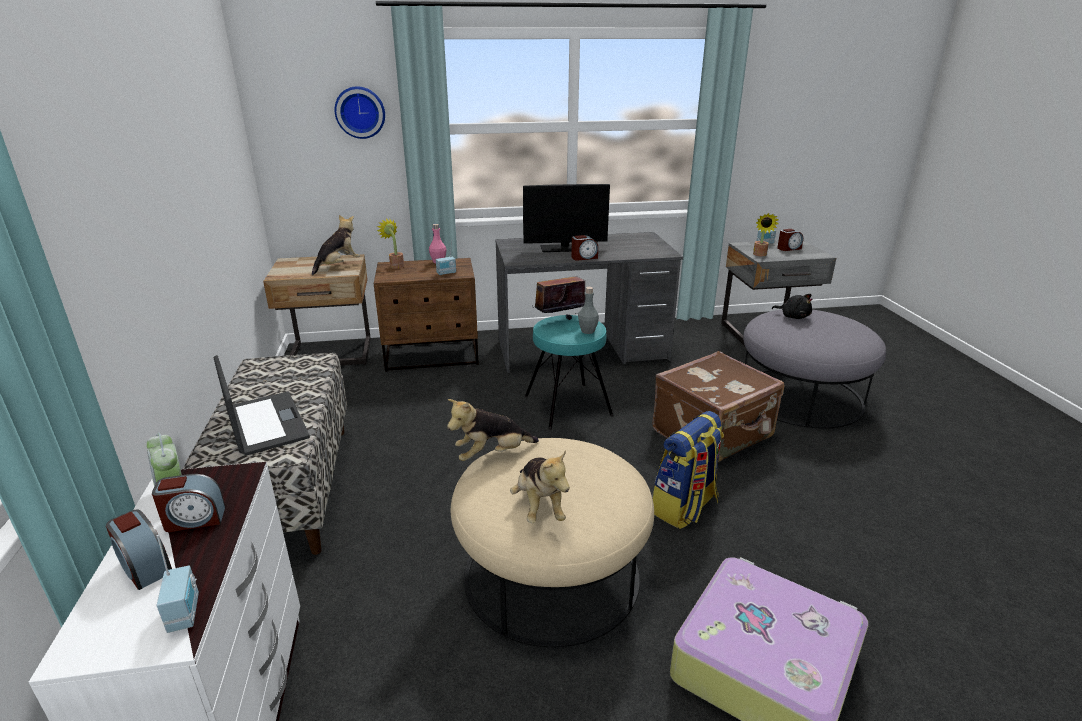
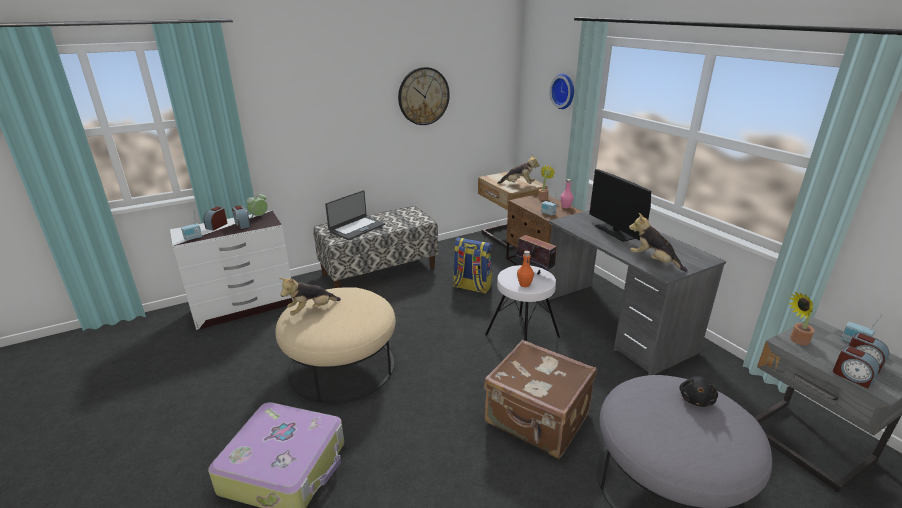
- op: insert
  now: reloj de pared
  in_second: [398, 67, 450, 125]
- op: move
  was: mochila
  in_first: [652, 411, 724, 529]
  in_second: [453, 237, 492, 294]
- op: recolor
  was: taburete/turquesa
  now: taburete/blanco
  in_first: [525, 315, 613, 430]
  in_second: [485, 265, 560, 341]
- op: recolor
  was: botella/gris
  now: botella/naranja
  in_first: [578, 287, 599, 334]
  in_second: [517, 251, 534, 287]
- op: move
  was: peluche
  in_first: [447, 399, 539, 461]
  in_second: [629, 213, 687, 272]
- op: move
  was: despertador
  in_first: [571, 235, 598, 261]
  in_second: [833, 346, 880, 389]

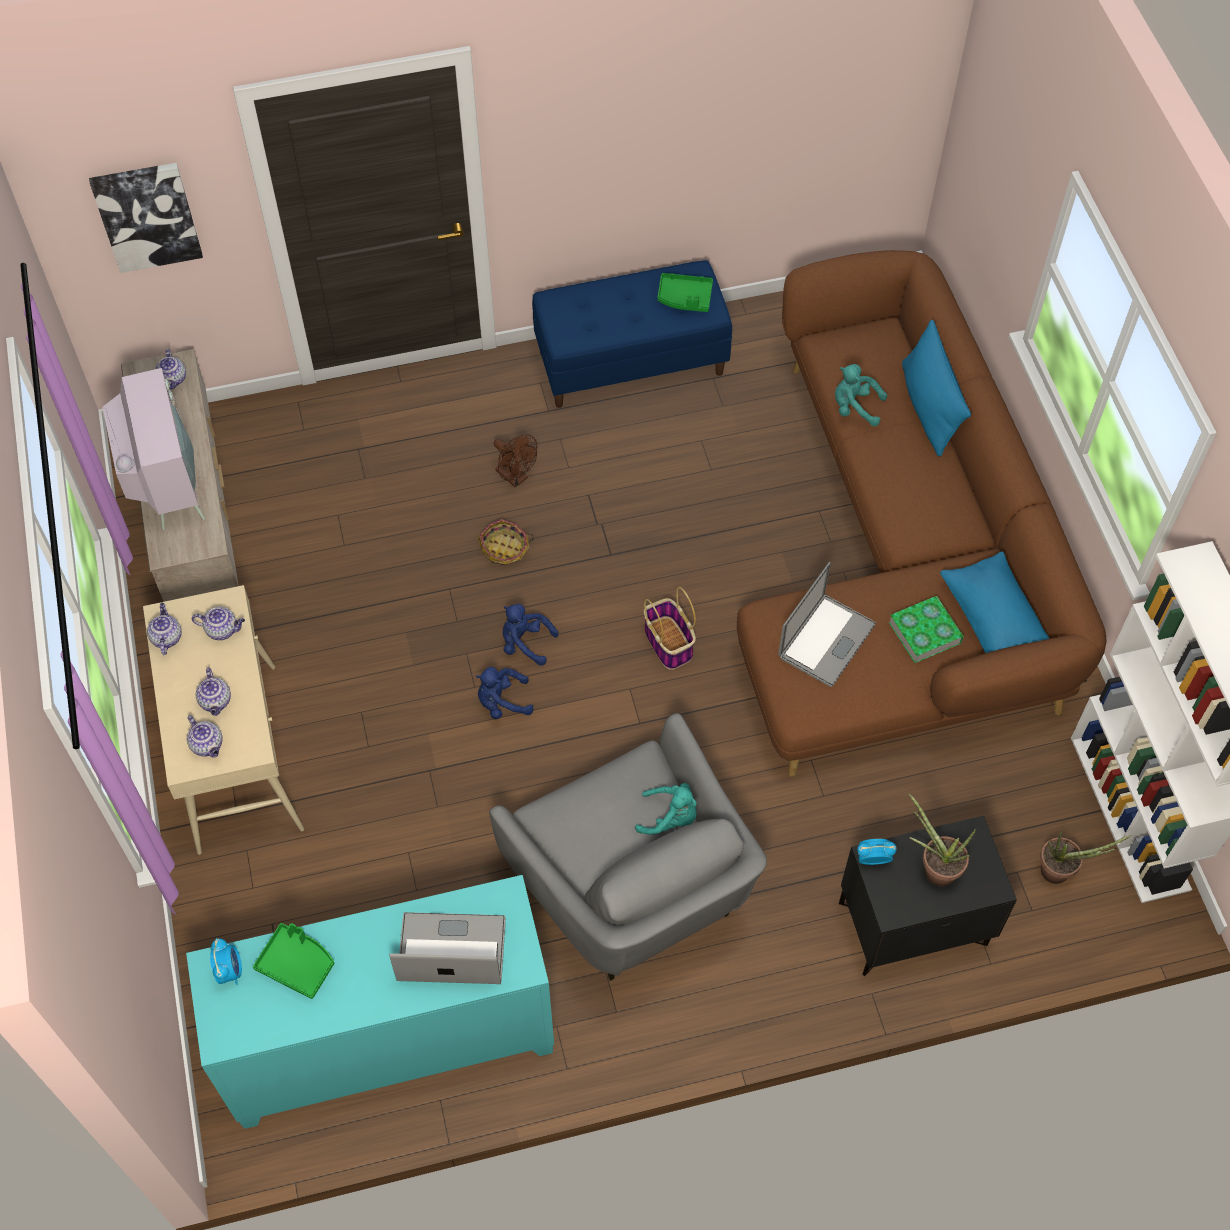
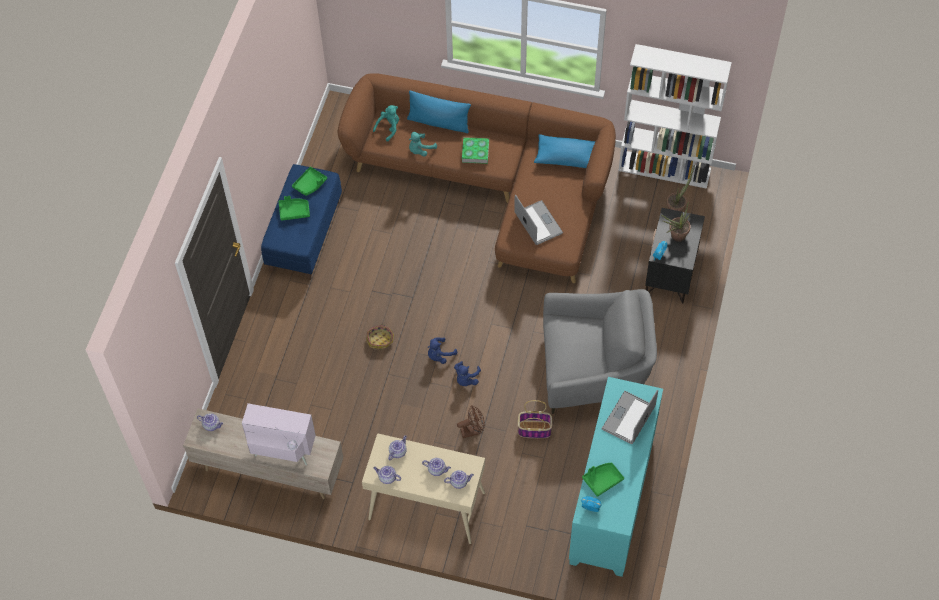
- op: insert
  now: bandeja/verde
  in_second: [278, 196, 310, 221]
- op: move
  was: peluche/turquesa
  in_first: [635, 783, 697, 835]
  in_second: [373, 105, 399, 142]
- op: move
  was: ventilador/marrón
  in_first: [494, 434, 537, 488]
  in_second: [457, 405, 485, 438]
- op: move
  was: libro
  in_first: [889, 596, 964, 663]
  in_second: [462, 137, 489, 164]
- op: move
  was: cesta
  in_first: [644, 587, 696, 670]
  in_second: [518, 400, 552, 438]
- op: delete
  was: cuadro
  in_first: [89, 163, 203, 273]

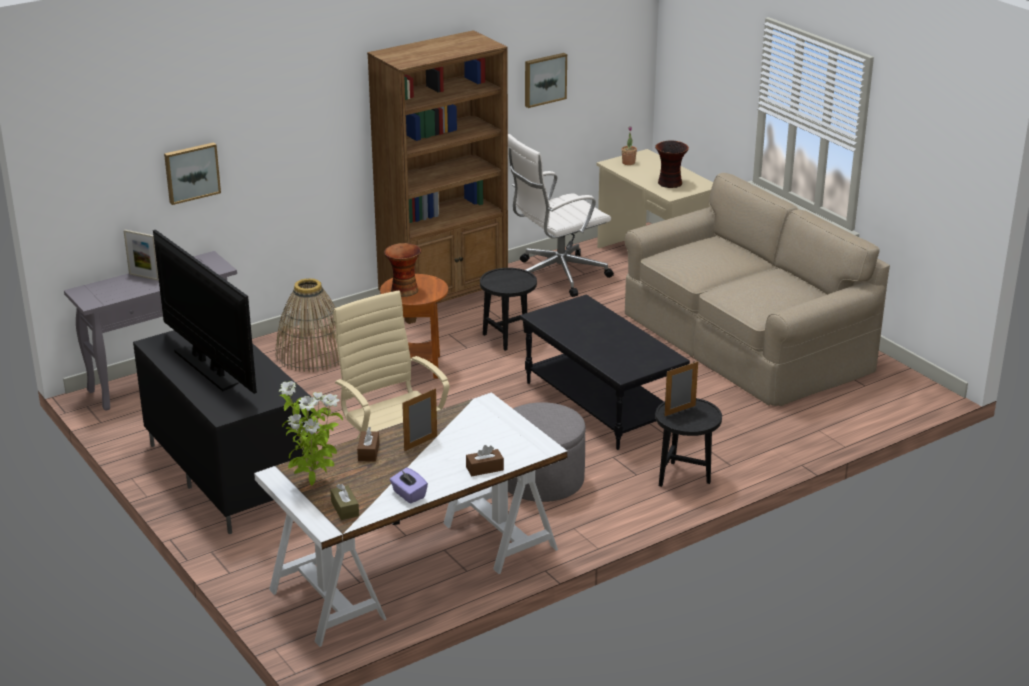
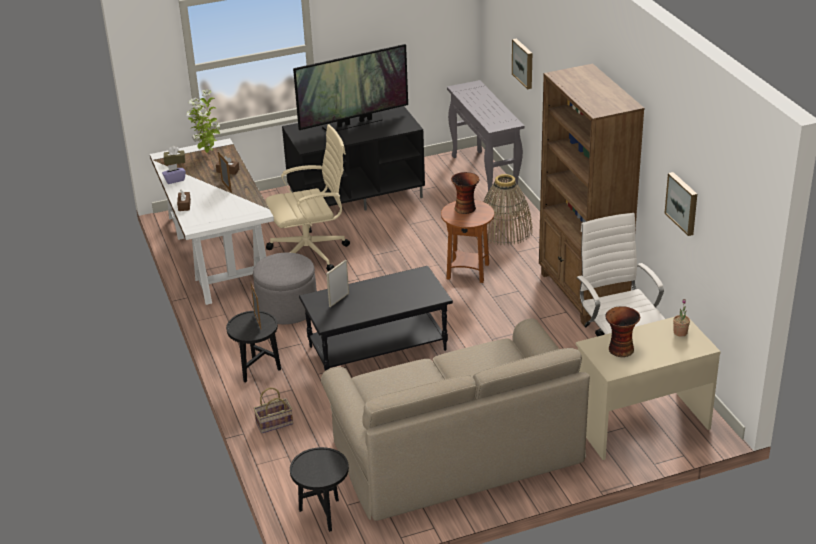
- op: insert
  now: cesta
  in_second: [253, 388, 293, 433]
- op: move
  was: mesa auxiliar/negro
  in_first: [480, 268, 537, 351]
  in_second: [290, 447, 349, 532]
- op: move
  was: portarretratos
  in_first: [123, 230, 159, 281]
  in_second: [326, 260, 349, 307]

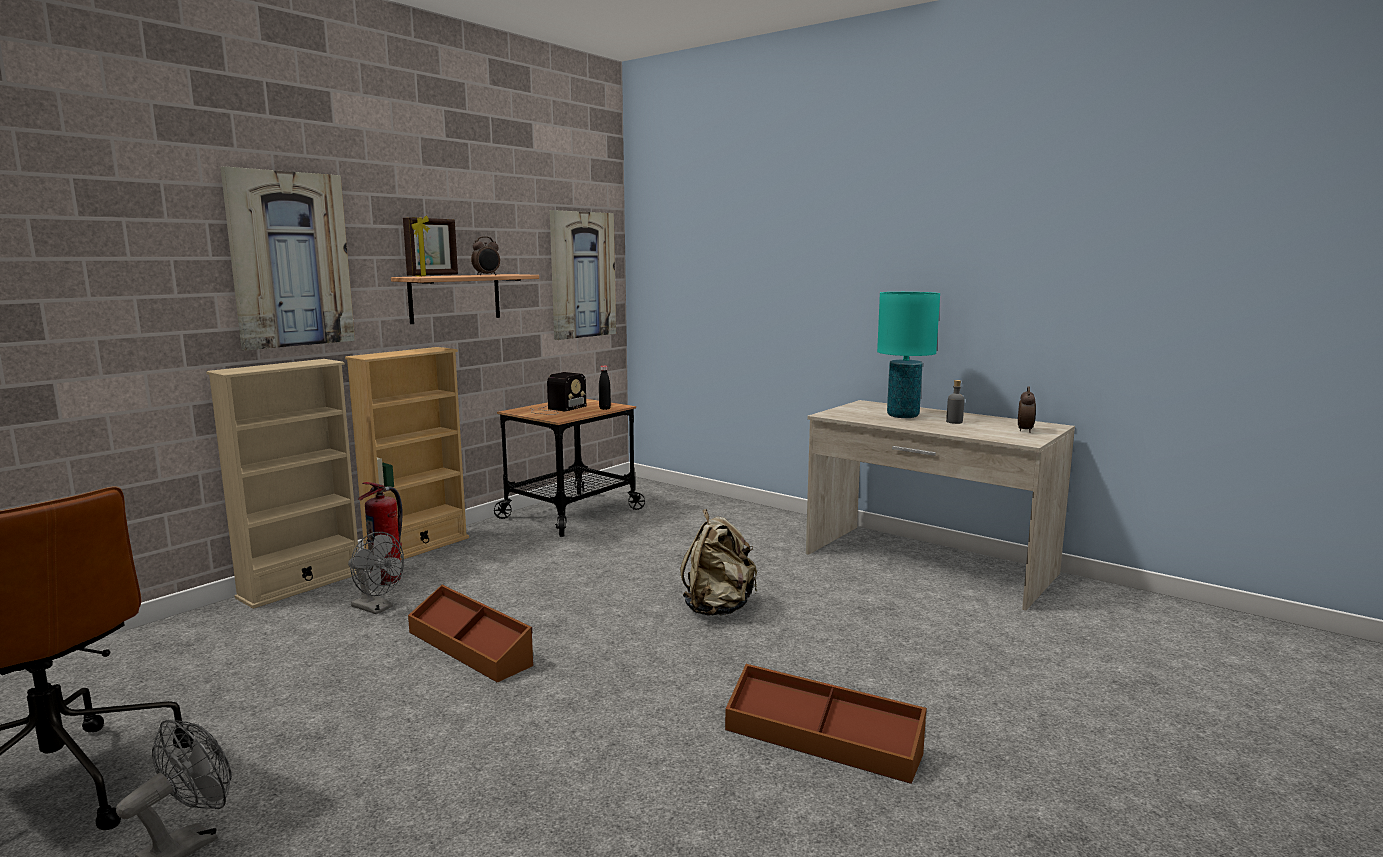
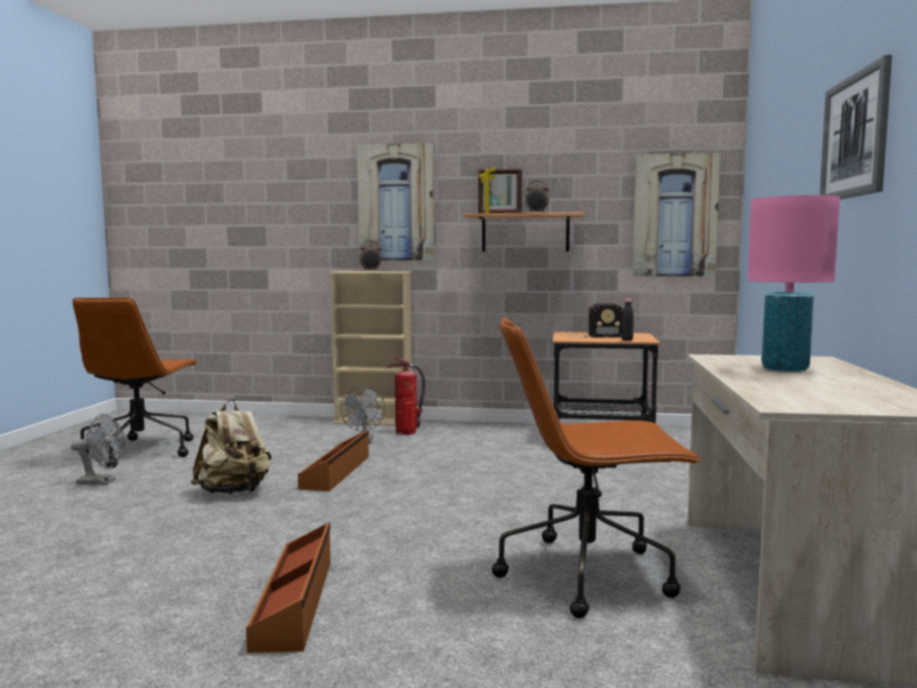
- op: move
  was: mochila/beis
  in_first: [680, 509, 757, 616]
  in_second: [191, 399, 272, 494]
- op: move
  was: despertador
  in_first: [1018, 387, 1036, 433]
  in_second: [360, 241, 382, 271]
- op: insert
  now: silla de oficina/marrón
  in_second: [492, 317, 701, 618]
- op: recolor
  was: lámpara de mesa/turquesa
  now: lámpara de mesa/rosa
  in_first: [877, 292, 940, 418]
  in_second: [747, 195, 840, 372]
- op: insert
  now: cuadro
  in_second: [820, 55, 892, 200]
- op: delete
  was: estantería/beis
  in_first: [345, 347, 469, 560]
- op: delete
  was: botella/gris
  in_first: [946, 380, 965, 424]

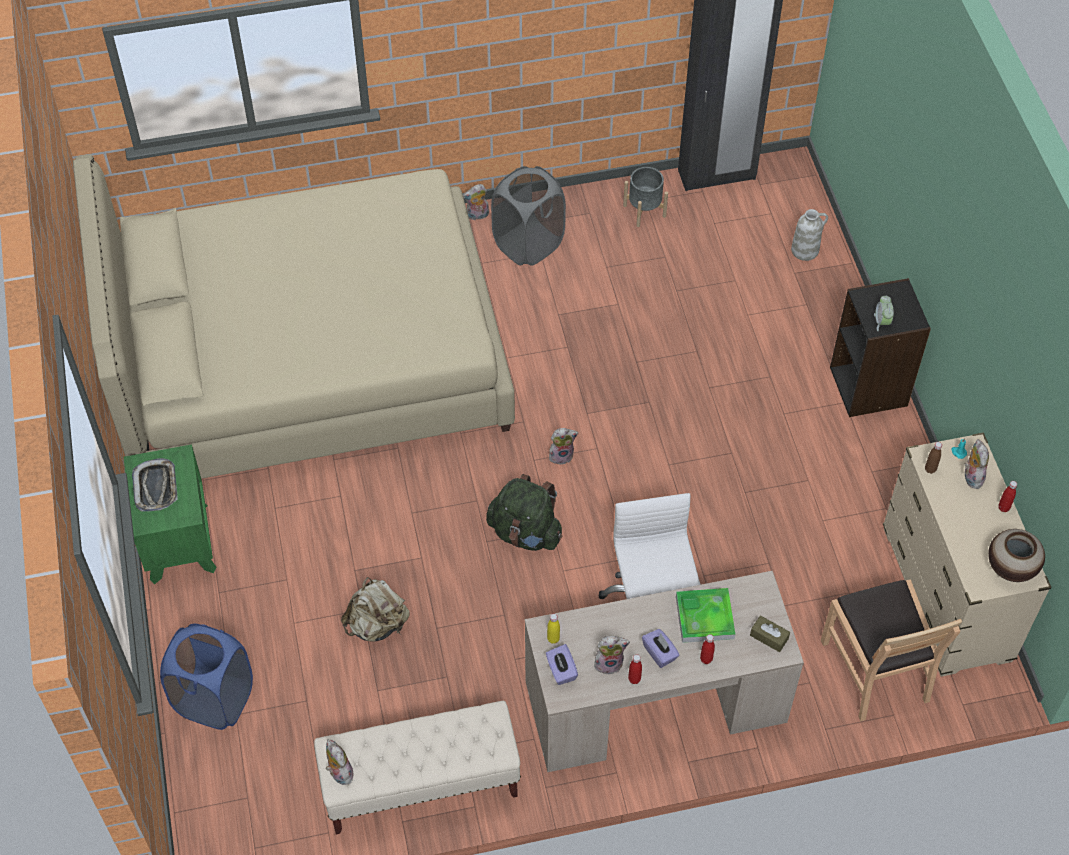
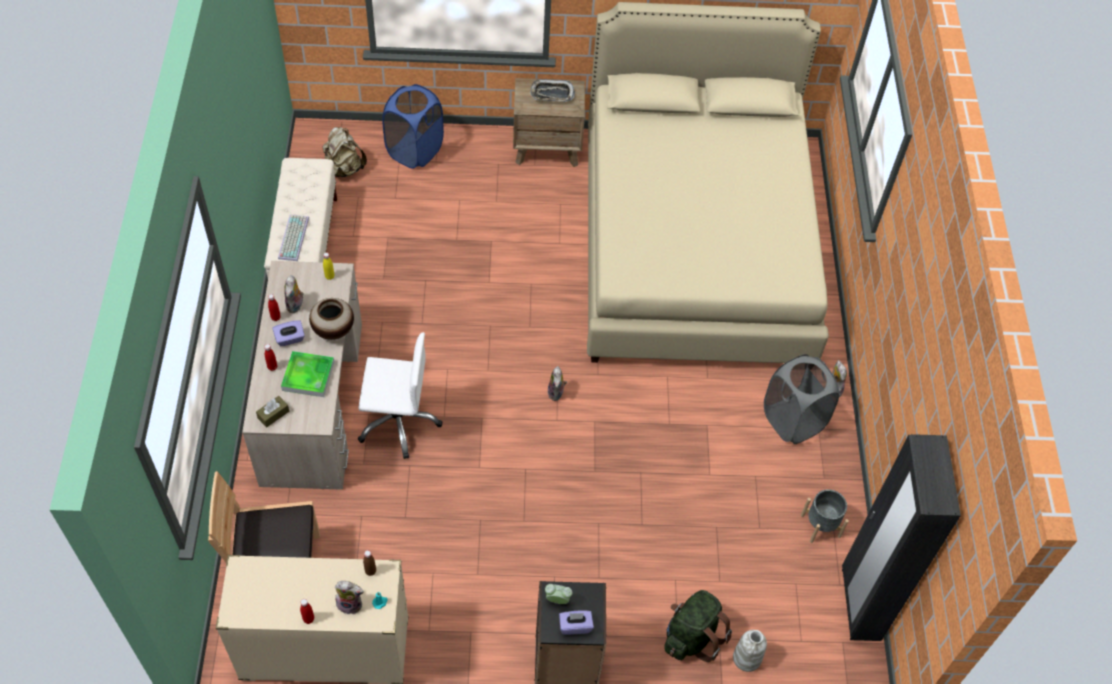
- op: insert
  now: teclado
  in_second: [278, 214, 309, 261]
- op: move
  was: florero
  in_first: [988, 529, 1045, 582]
  in_second: [309, 298, 354, 340]
- op: move
  was: mochila/beis
  in_first: [341, 577, 409, 642]
  in_second: [323, 127, 367, 177]
- op: recolor
  was: mesita de noche/verde
  now: mesita de noche/marrón
  in_first: [123, 444, 217, 584]
  in_second: [513, 78, 585, 167]
- op: move
  was: caja de pañuelos/morado
  in_first: [546, 644, 578, 685]
  in_second: [559, 610, 594, 635]
- op: move
  was: mochila/verde
  in_first: [486, 474, 562, 551]
  in_second: [664, 590, 732, 662]
- op: delete
  was: peluche
  in_first: [326, 739, 353, 785]

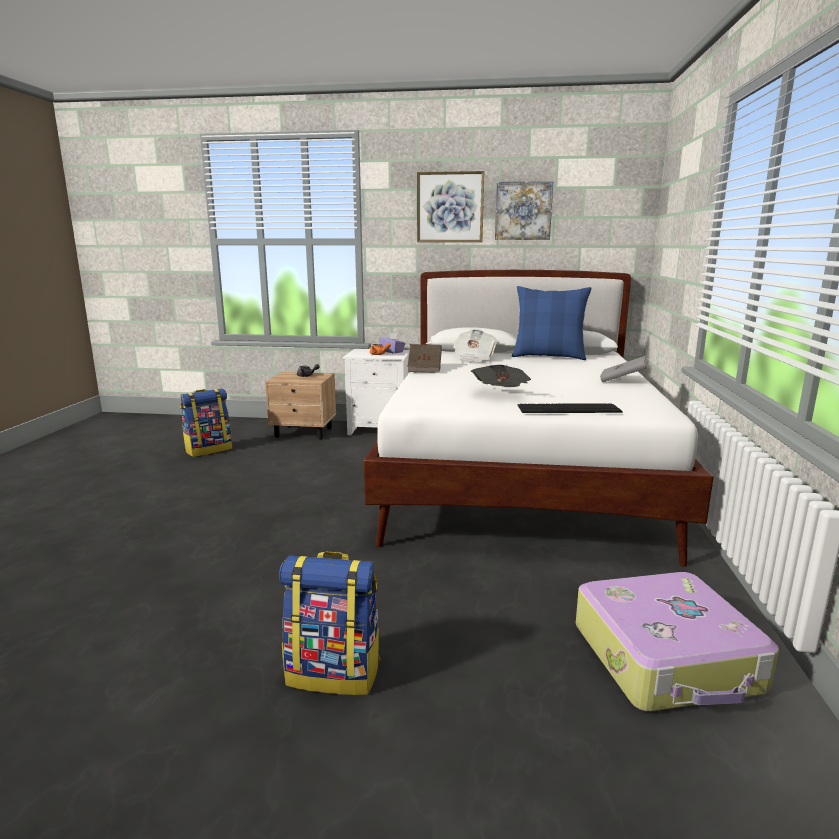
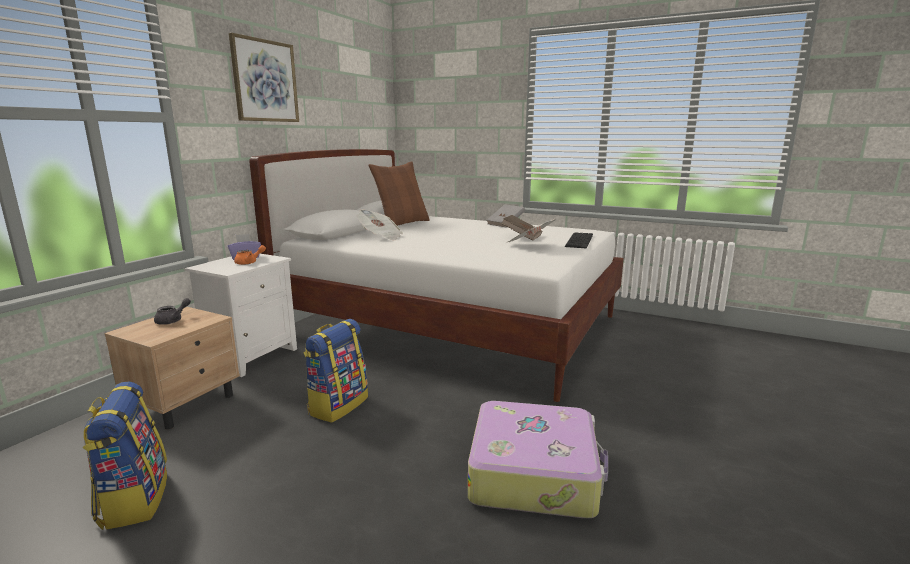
- op: move
  was: mochila
  in_first: [279, 552, 381, 695]
  in_second: [303, 319, 368, 423]
- op: recolor
  was: cojín/azul
  now: cojín/marrón
  in_first: [512, 286, 591, 360]
  in_second: [368, 161, 430, 226]
- op: move
  was: maleta
  in_first: [576, 572, 779, 711]
  in_second: [468, 401, 608, 518]
- op: move
  was: libro/marrón
  in_first: [407, 344, 442, 373]
  in_second: [501, 215, 542, 241]
- op: delete
  was: cuadro
  in_first: [495, 181, 553, 240]

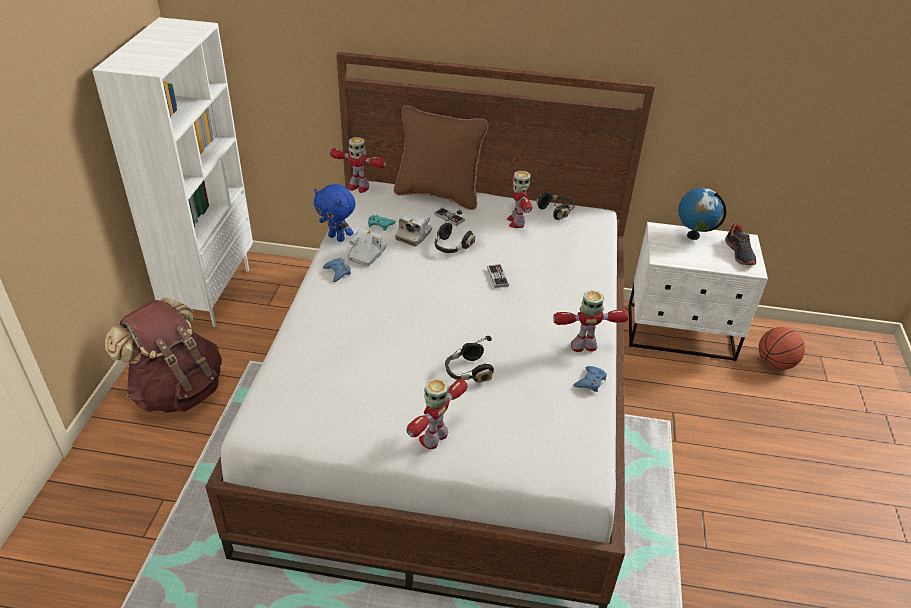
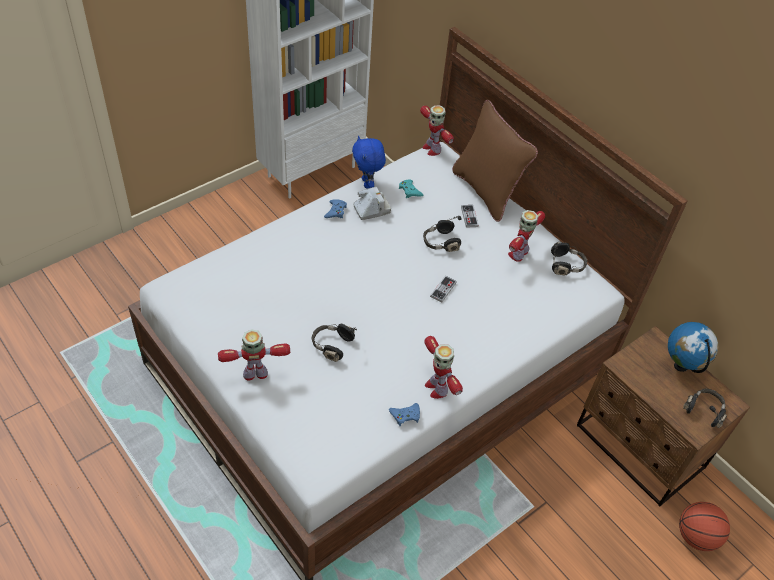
- op: rotate
  was: robot de juguete
  in_first: [553, 290, 629, 352]
  in_second: [424, 336, 463, 399]
  clockwise: -150
- op: recolor
  was: mesita de noche/blanco
  now: mesita de noche/marrón
  in_first: [629, 222, 768, 361]
  in_second: [577, 326, 750, 506]
- op: replace
  was: zapato
  now: auriculares/negro
  in_first: [725, 224, 756, 265]
  in_second: [683, 389, 727, 428]
- op: delete
  was: mochila/marrón
  in_first: [105, 297, 222, 413]
- op: delete
  was: cámara
  in_first: [395, 215, 432, 246]

